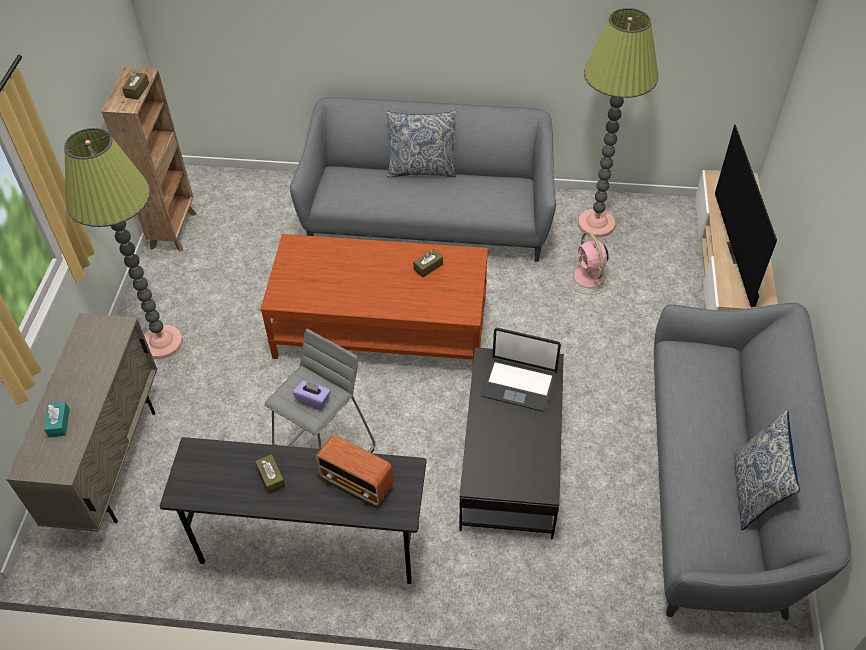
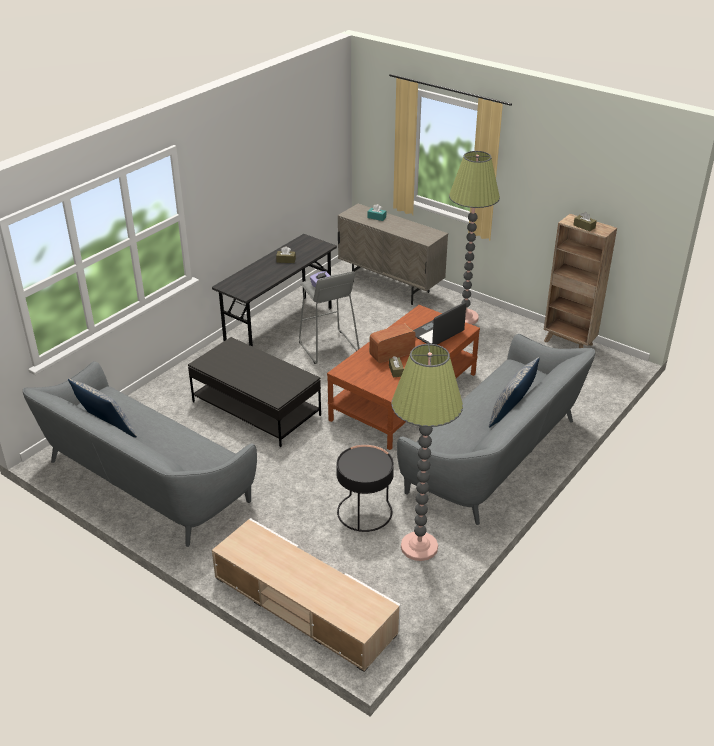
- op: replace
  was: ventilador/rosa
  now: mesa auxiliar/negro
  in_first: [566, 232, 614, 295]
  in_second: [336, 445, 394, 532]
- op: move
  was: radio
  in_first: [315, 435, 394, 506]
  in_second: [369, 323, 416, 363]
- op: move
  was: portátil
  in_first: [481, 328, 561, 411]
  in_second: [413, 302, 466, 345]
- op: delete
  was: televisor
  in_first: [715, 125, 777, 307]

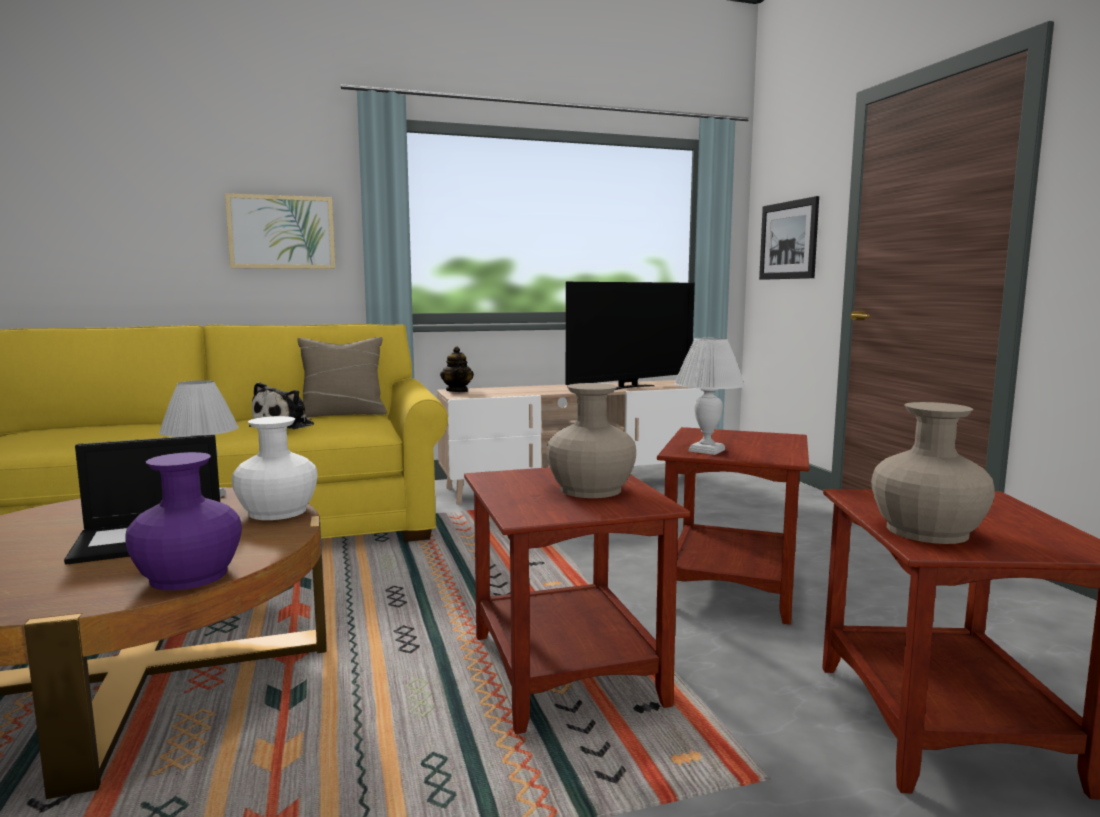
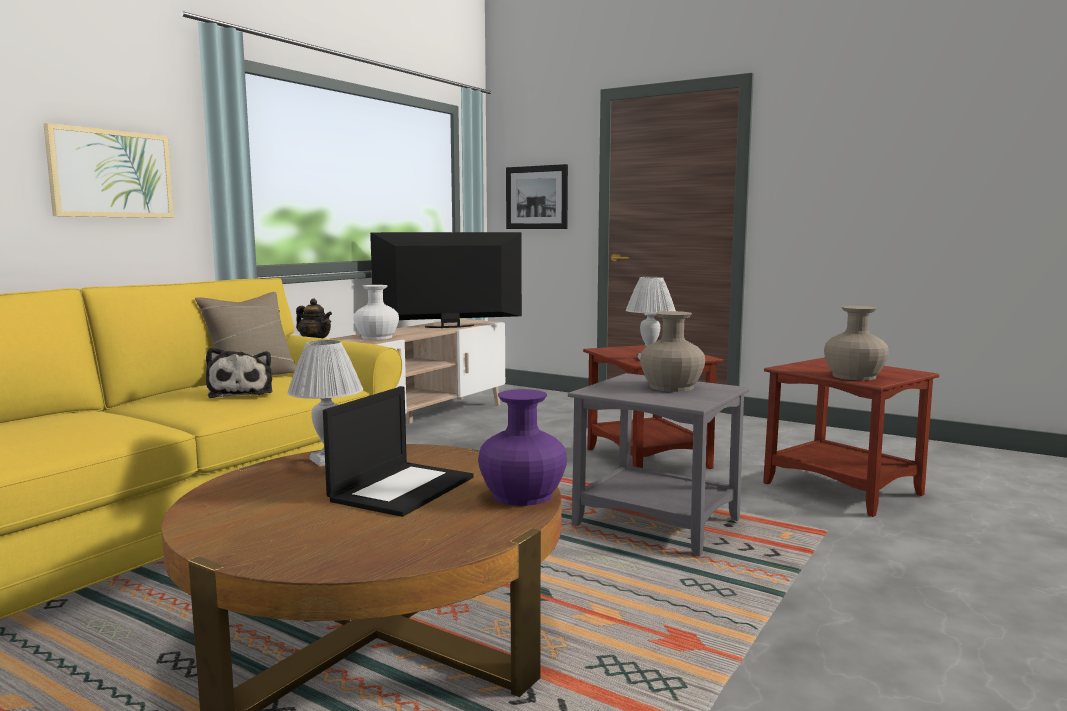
- op: move
  was: florero/blanco
  in_first: [232, 416, 318, 520]
  in_second: [353, 285, 399, 340]
- op: rotate
  was: televisor
  in_first: [566, 282, 695, 390]
  in_second: [370, 232, 522, 328]
  clockwise: -120
- op: recolor
  was: mesa auxiliar/marrón
  now: mesa auxiliar/gris
  in_first: [464, 467, 690, 734]
  in_second: [568, 373, 750, 557]

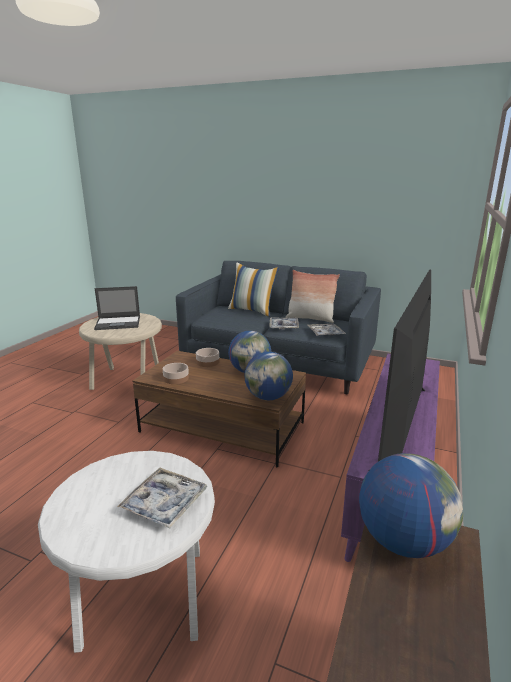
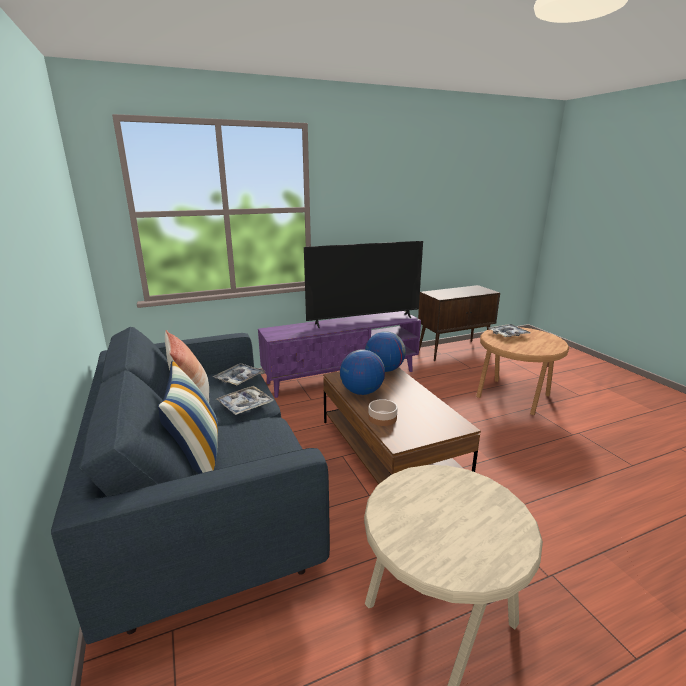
- op: recolor
  was: mesa auxiliar/blanco
  now: mesa auxiliar/marrón
  in_first: [38, 451, 215, 653]
  in_second: [476, 327, 569, 415]
- op: delete
  was: portátil
  in_first: [94, 286, 140, 330]
- op: delete
  was: cuenco
  in_first: [163, 363, 189, 384]
- op: delete
  was: globo terráqueo
  in_first: [359, 453, 463, 558]

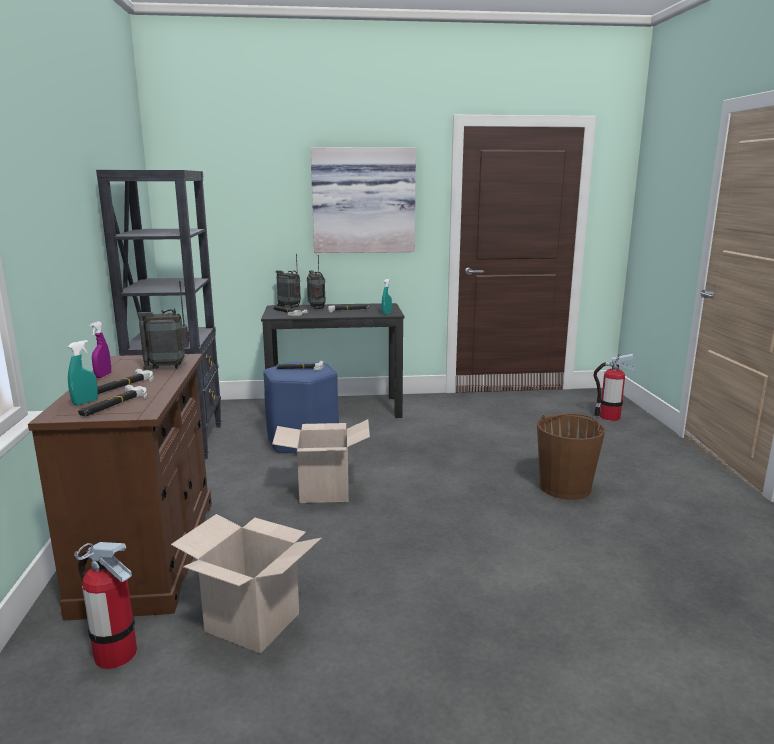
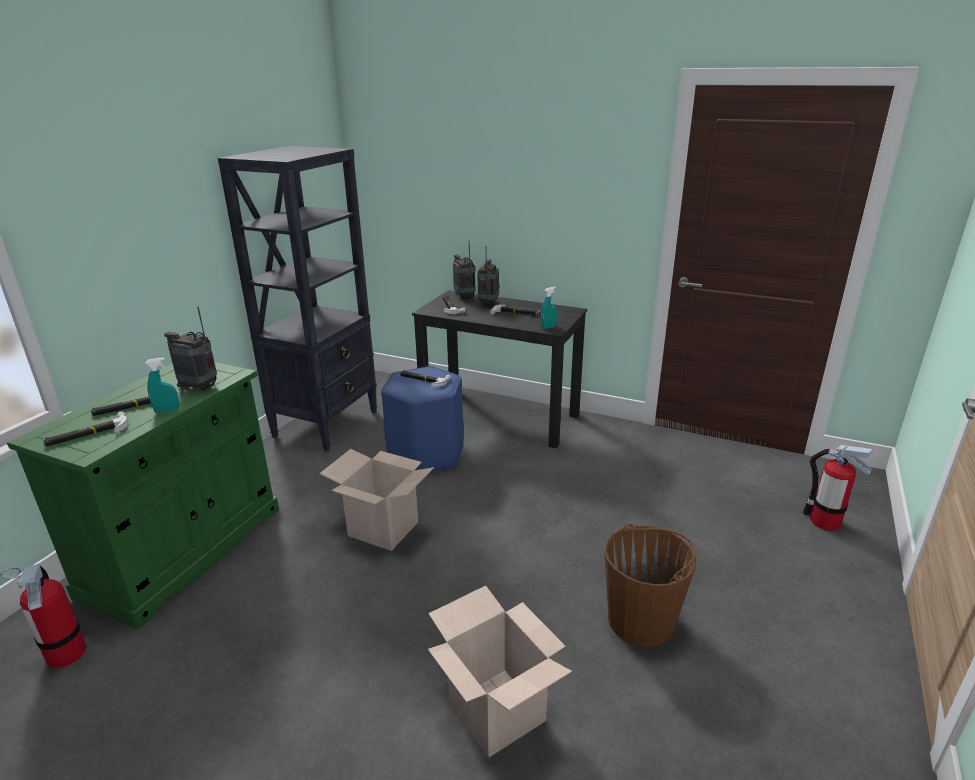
- op: recolor
  was: armario/marrón
  now: armario/verde
  in_first: [28, 354, 212, 621]
  in_second: [7, 362, 279, 629]
- op: move
  was: pulverizador/turquesa
  in_first: [68, 340, 98, 406]
  in_second: [145, 358, 179, 413]
- op: move
  was: caja de cartón
  in_first: [171, 514, 321, 654]
  in_second: [428, 586, 572, 757]
- op: delete
  was: pulverizador/morado
  in_first: [90, 321, 111, 378]
- op: delete
  was: cuadro
  in_first: [311, 147, 416, 253]

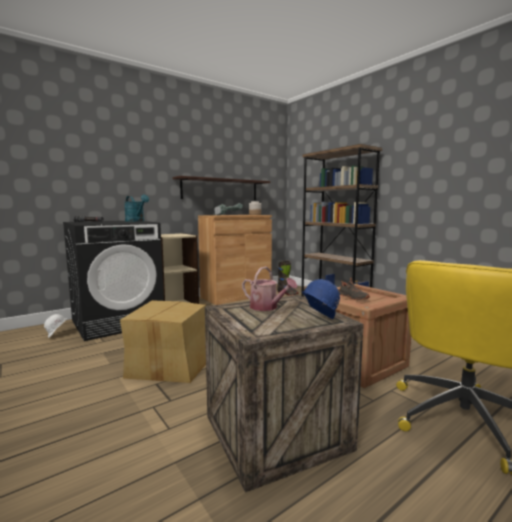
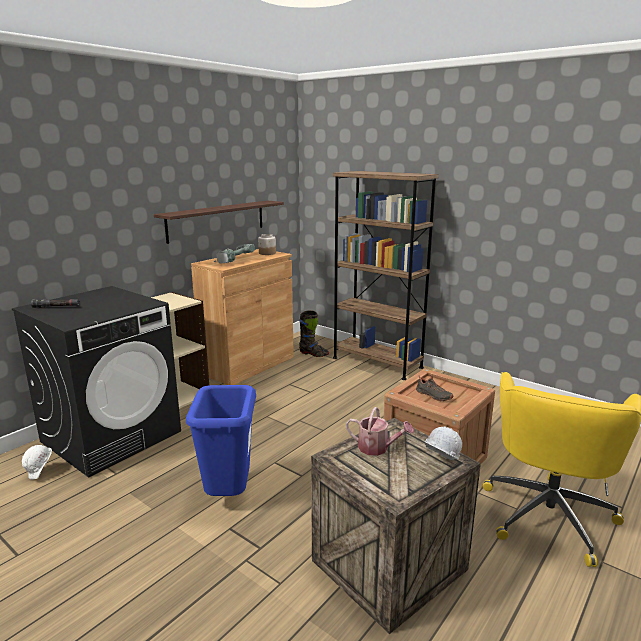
- op: replace
  was: caja de cartón
  now: papelera/azul
  in_first: [120, 300, 206, 383]
  in_second: [186, 385, 256, 496]
- op: recolor
  was: casco/azul
  now: casco/blanco
  in_first: [302, 279, 340, 319]
  in_second: [424, 426, 462, 460]
- op: delete
  was: regadera/turquesa
  in_first: [124, 195, 149, 222]

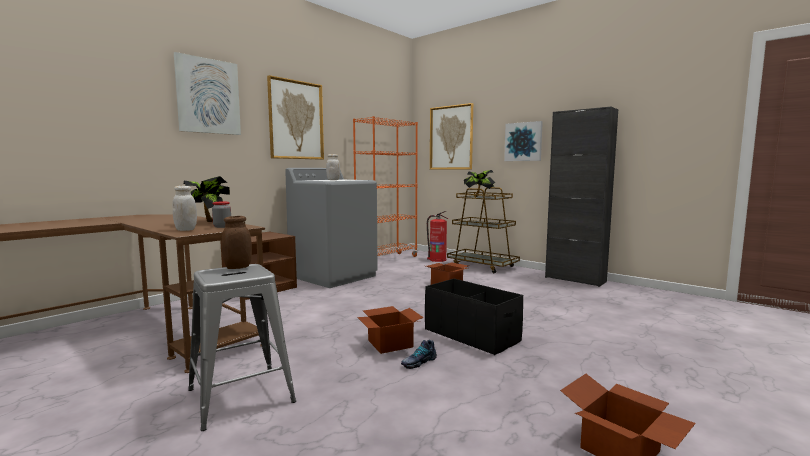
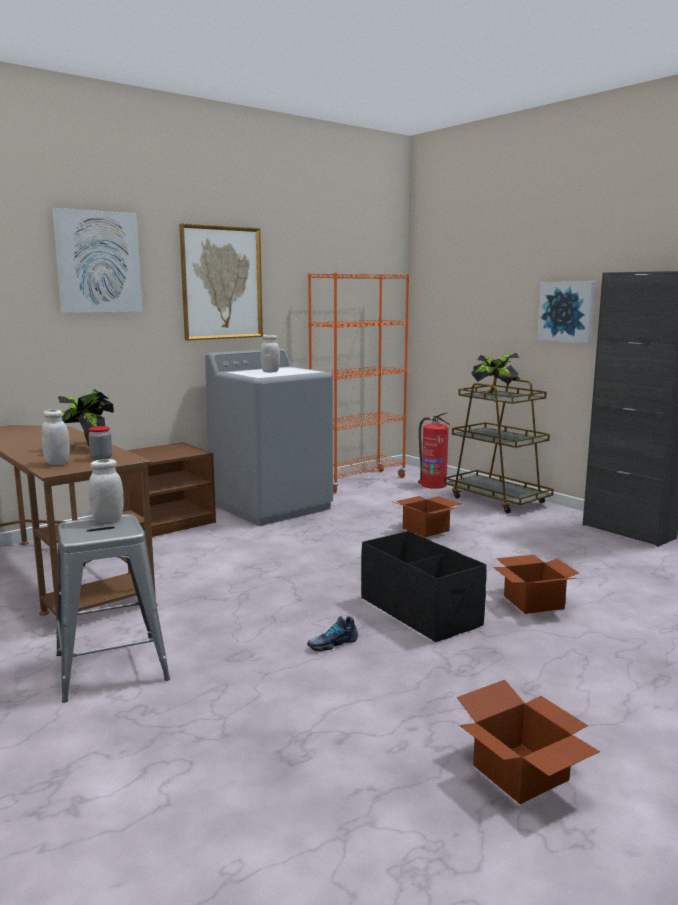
- op: recolor
  was: tarro/marrón
  now: tarro/blanco
  in_first: [222, 216, 252, 269]
  in_second: [89, 459, 123, 522]
- op: move
  was: caja de cartón
  in_first: [357, 306, 424, 354]
  in_second: [493, 554, 579, 614]
- op: delete
  was: cuadro
  in_first: [430, 103, 473, 169]

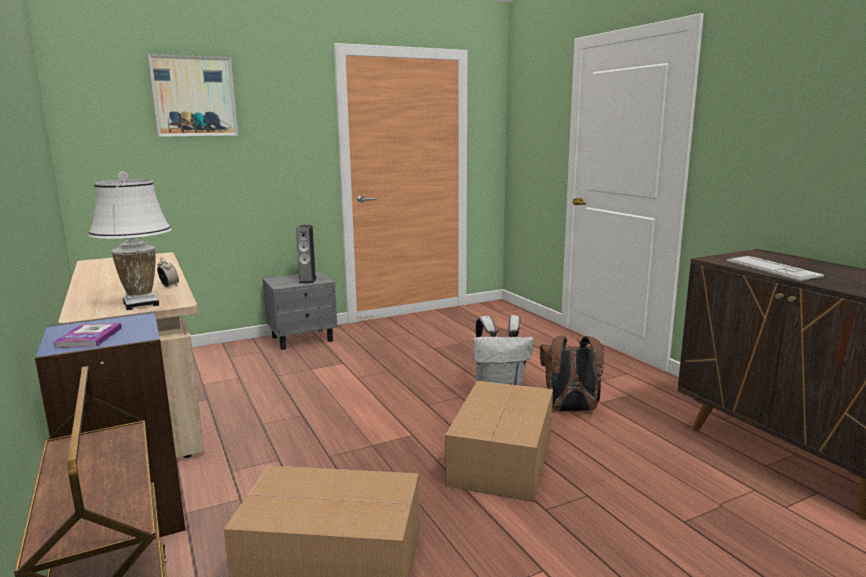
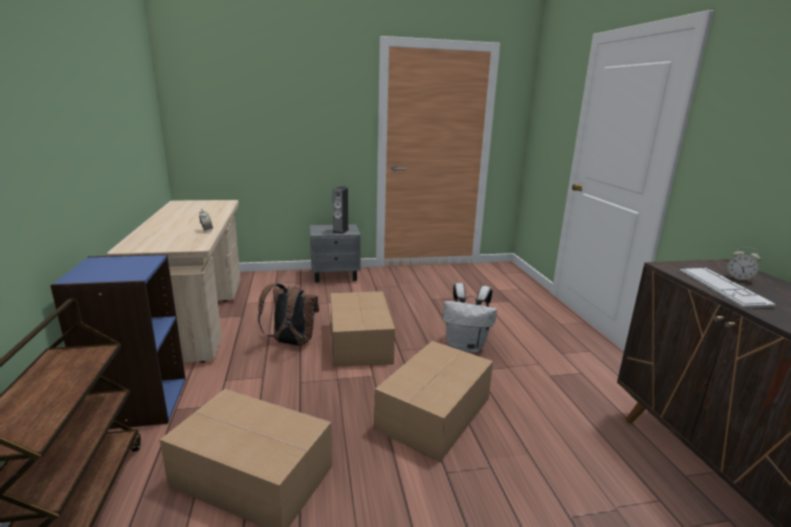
- op: move
  was: mochila/marrón
  in_first: [540, 335, 604, 411]
  in_second: [258, 283, 319, 346]
- op: insert
  now: caja de cartón
  in_second: [331, 291, 395, 367]
- op: insert
  now: despertador
  in_second: [727, 247, 761, 282]
- op: delete
  was: libro
  in_first: [53, 323, 122, 348]
- op: delete
  was: lámpara de mesa/blanco
  in_first: [88, 172, 172, 310]
- op: delete
  was: cuadro
  in_first: [148, 54, 238, 137]

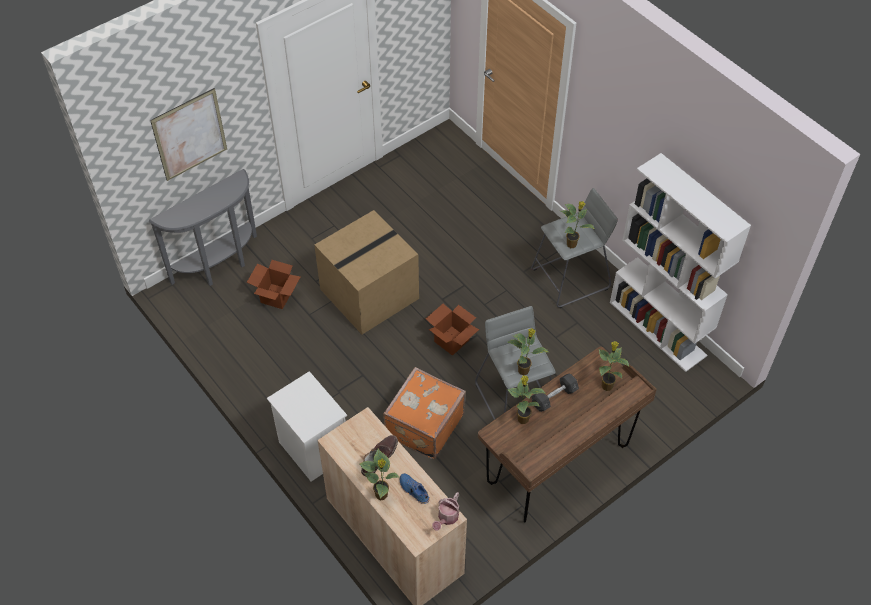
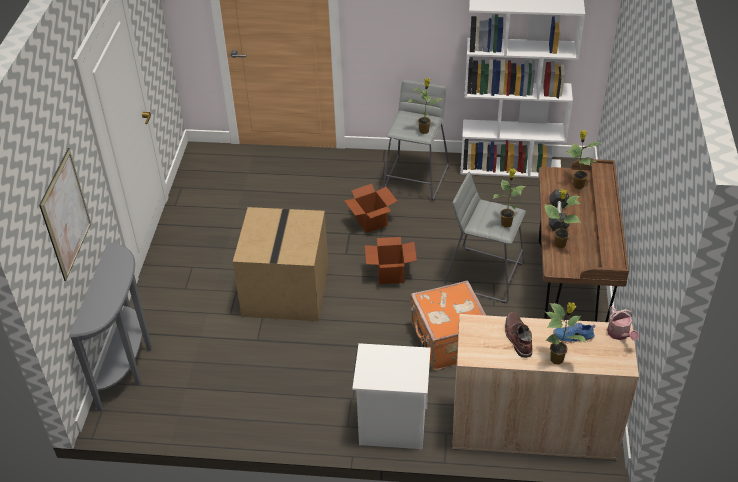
- op: move
  was: caja de cartón
  in_first: [247, 260, 300, 309]
  in_second: [344, 184, 398, 233]

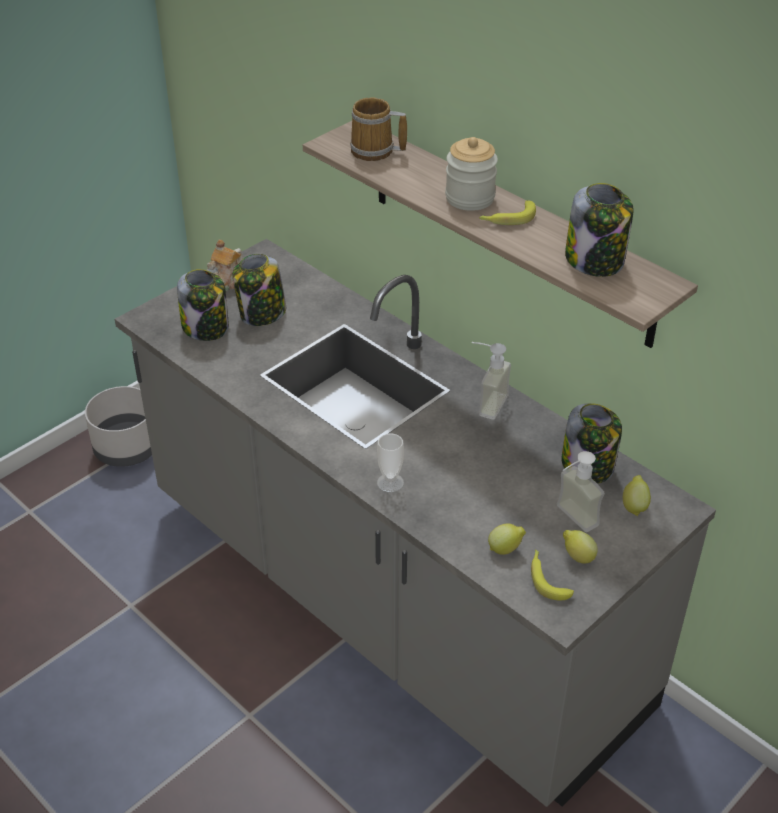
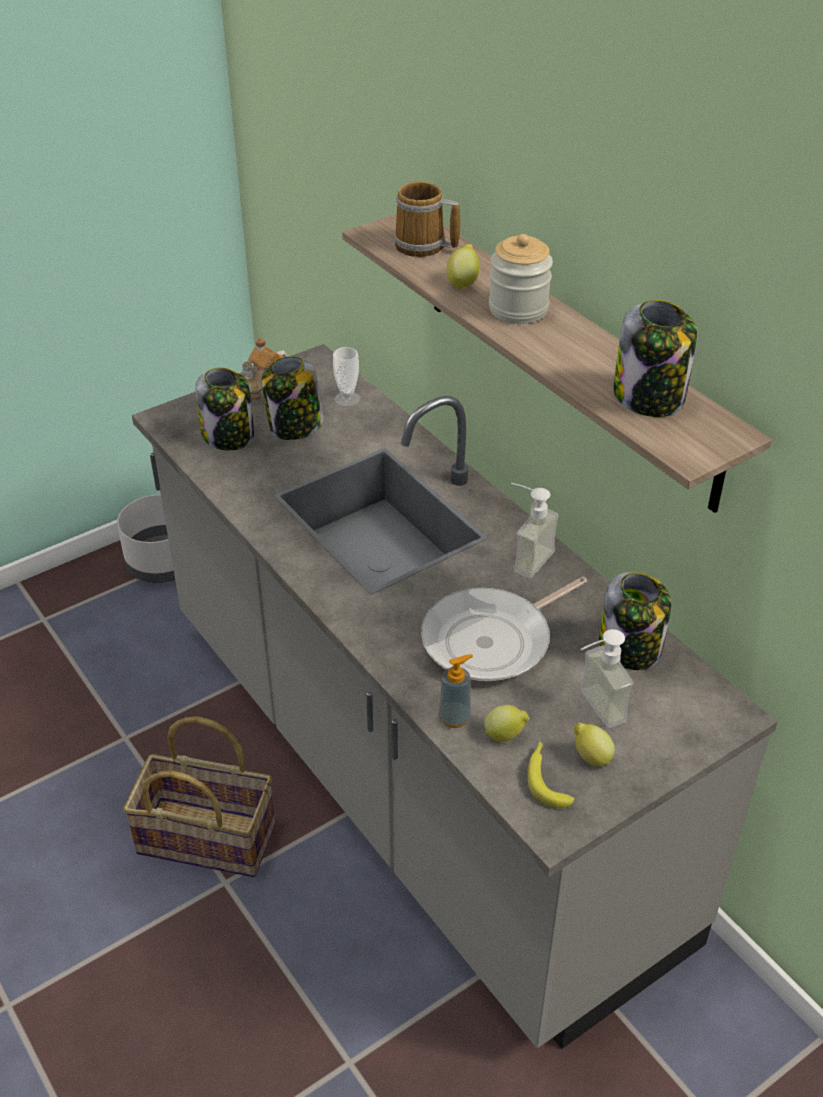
- op: insert
  now: cesta
  in_second: [123, 716, 275, 877]
- op: move
  was: taza
  in_first: [377, 433, 404, 492]
  in_second: [333, 347, 360, 407]
- op: insert
  now: sartén
  in_second: [421, 577, 587, 681]
- op: insert
  now: dispensador de jabón
  in_second: [439, 654, 473, 728]
- op: move
  was: limón
  in_first: [623, 475, 651, 516]
  in_second: [446, 244, 479, 290]
- op: delete
  was: plátano
  in_first: [479, 201, 536, 225]

